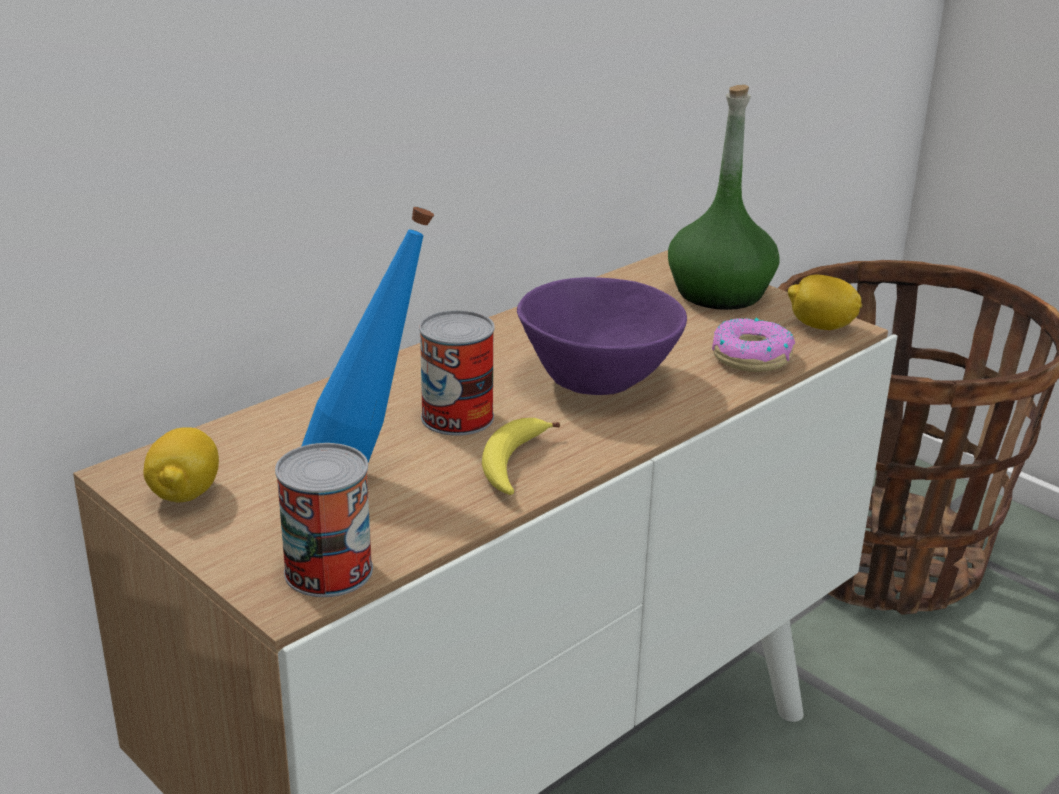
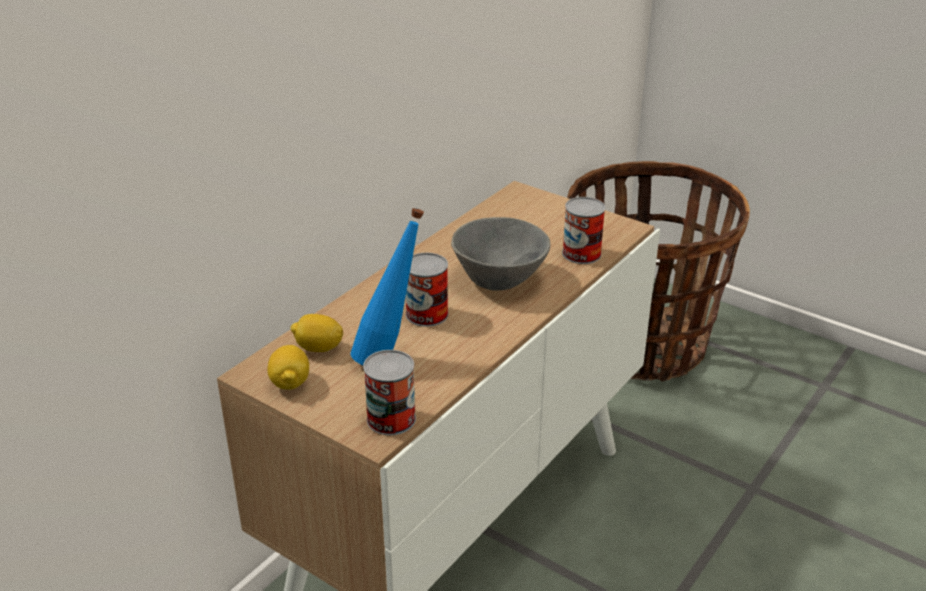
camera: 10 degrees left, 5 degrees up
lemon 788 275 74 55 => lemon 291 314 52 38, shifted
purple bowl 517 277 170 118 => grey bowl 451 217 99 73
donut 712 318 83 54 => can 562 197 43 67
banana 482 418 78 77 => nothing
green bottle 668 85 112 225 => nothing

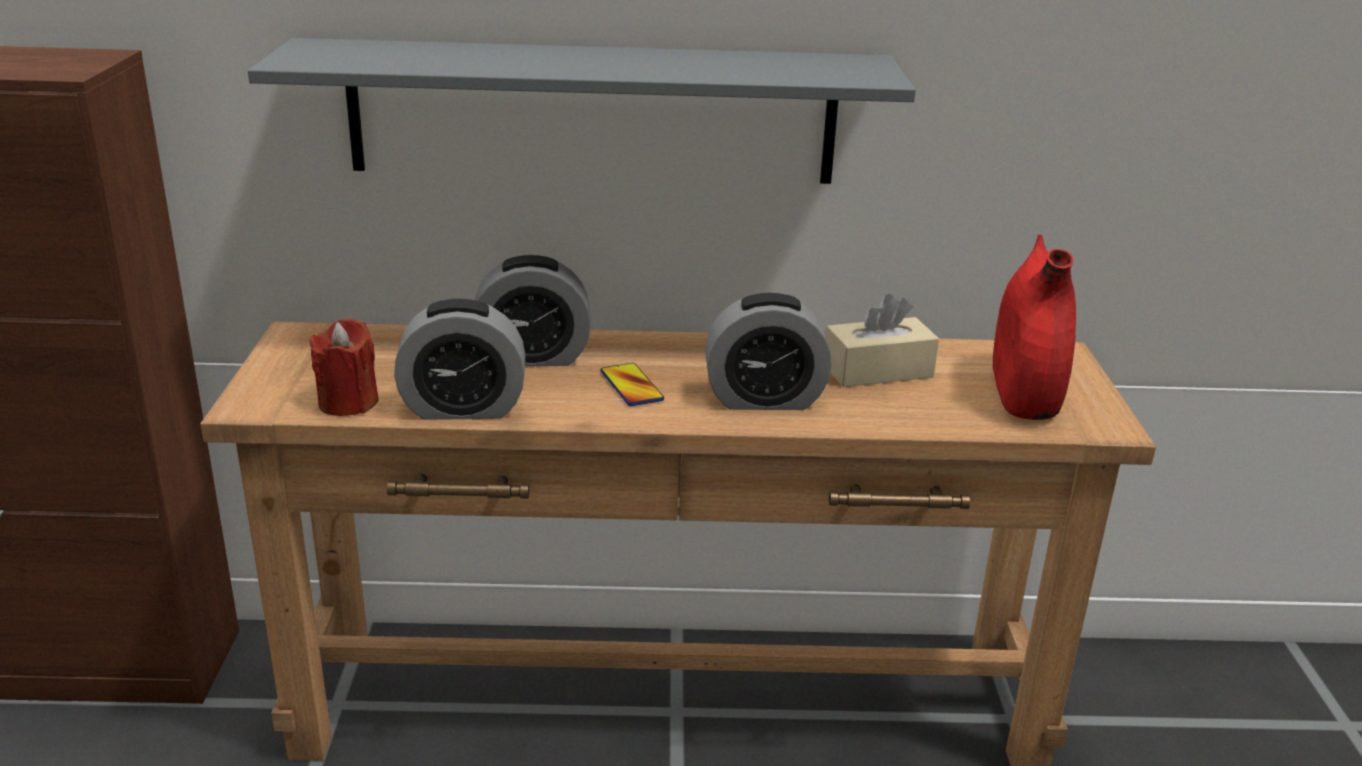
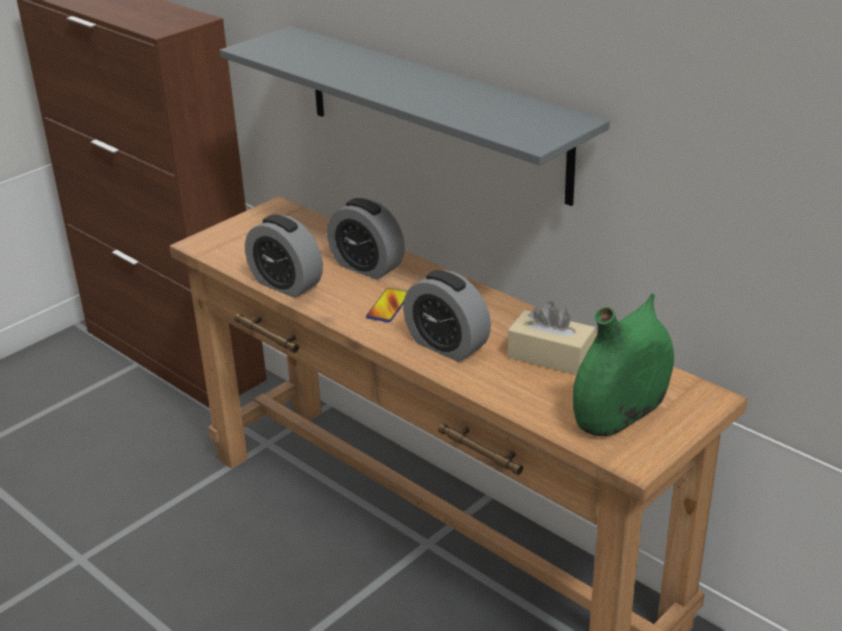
camera: 45 degrees right, 5 degrees up
red vase 993 235 83 185 => green vase 573 293 101 144
red candle 309 318 70 98 => nothing

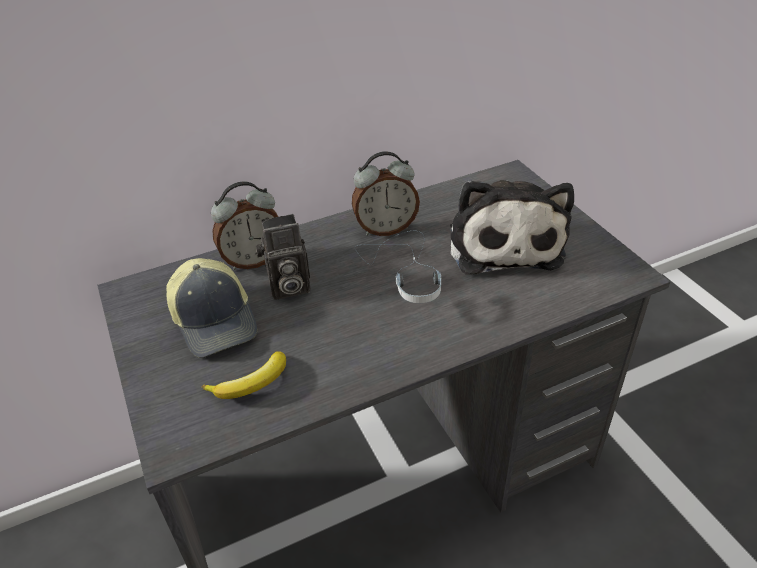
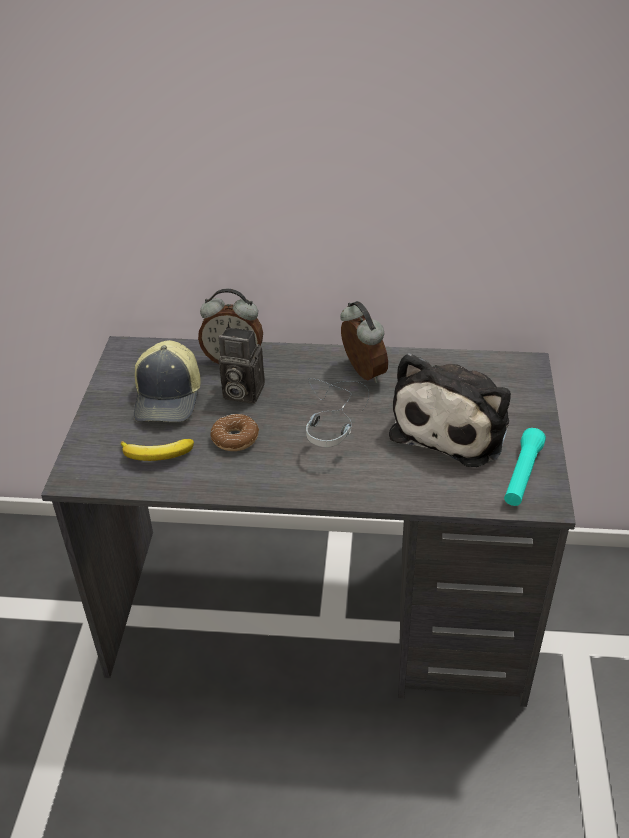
camera: 30 degrees right, 0 degrees up
nothing => donut 211 414 48 37
alarm clock 352 151 68 85 => alarm clock 340 301 48 82, 135 degrees counterclockwise
nothing => turquoise flashlight 504 428 42 78

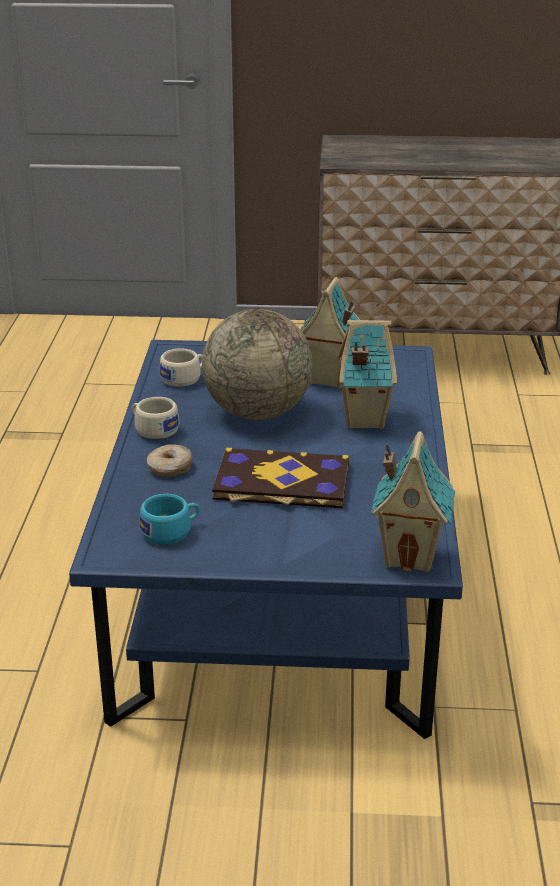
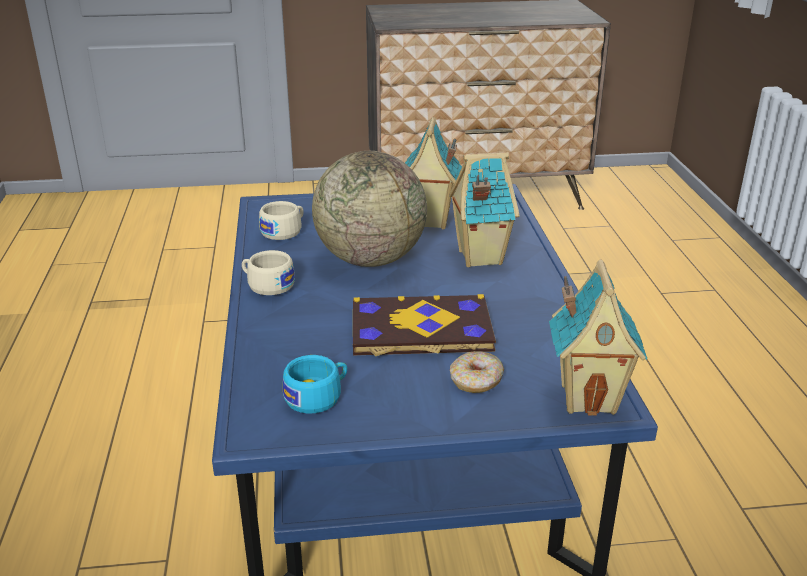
camera: 10 degrees left, 0 degrees up
donut 147 444 46 33 => donut 450 351 54 42, shifted

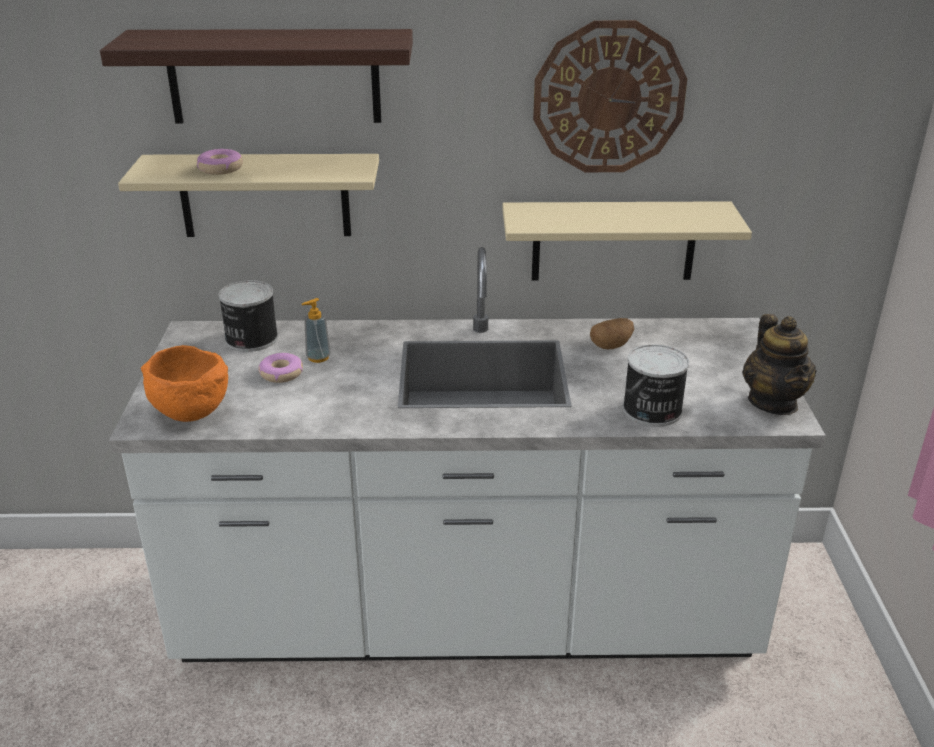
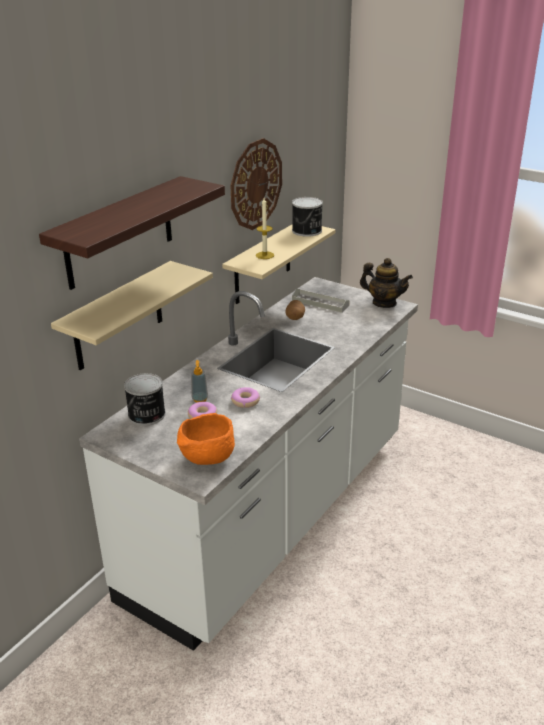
camera: 55 degrees left, 0 degrees up
donut 197 149 46 26 => donut 231 387 29 21, shifted
nothing => candle 256 198 18 61
can 623 344 66 83 => can 292 197 31 40, shifted
nothing => grey tray 292 289 58 24

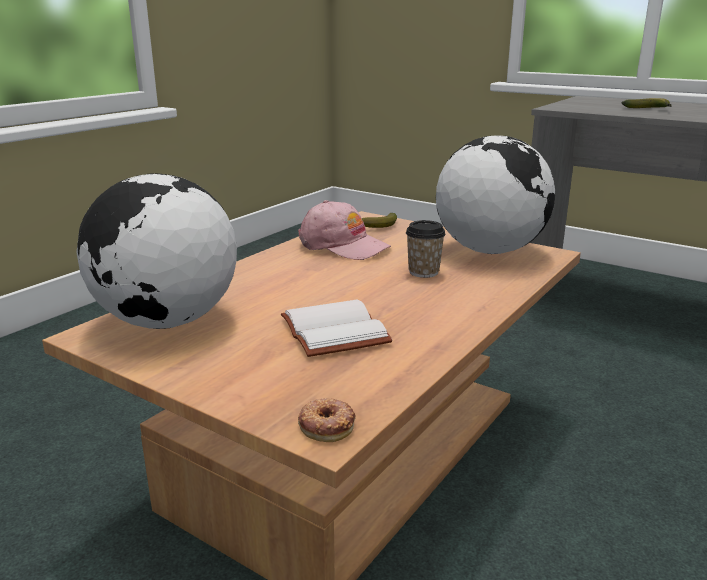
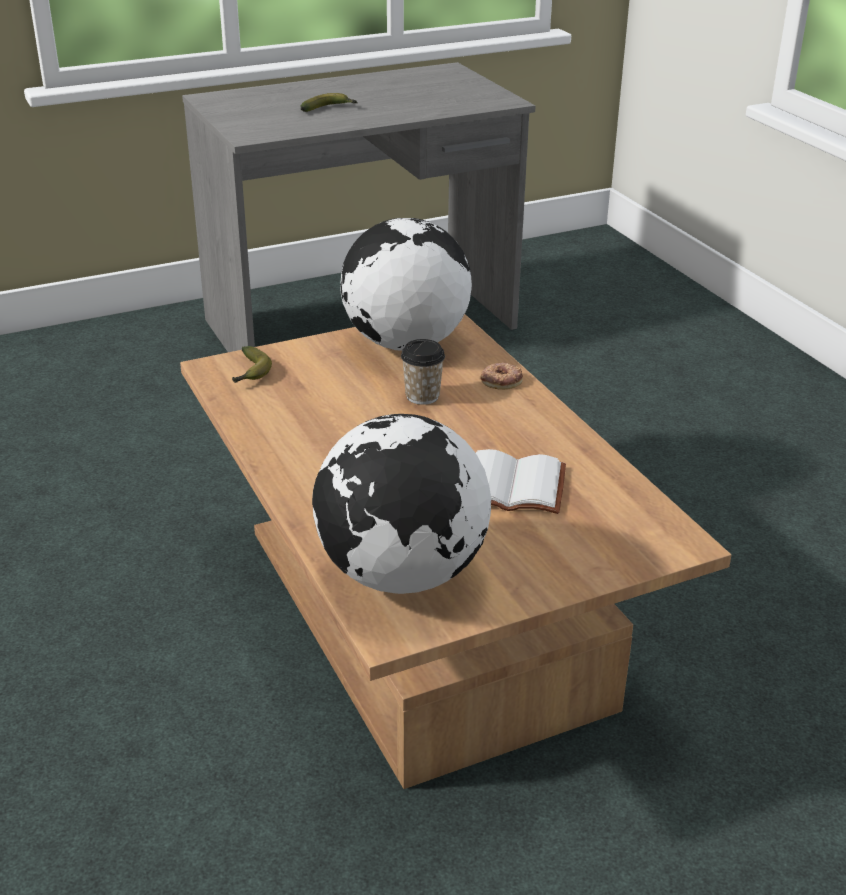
camera: 60 degrees left, 10 degrees up
donut 298 398 58 44 => donut 481 362 42 28, shifted
pink cap 298 200 93 60 => nothing

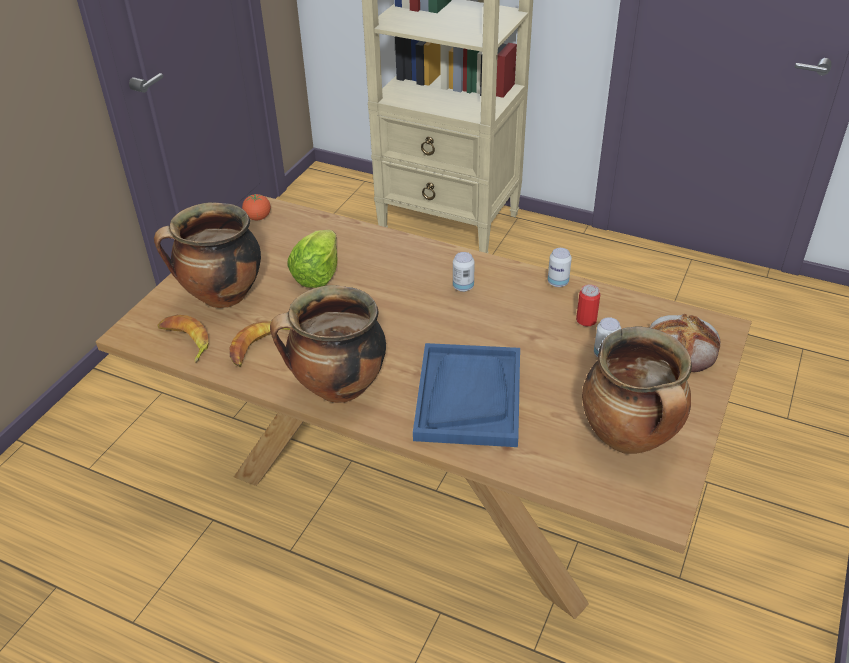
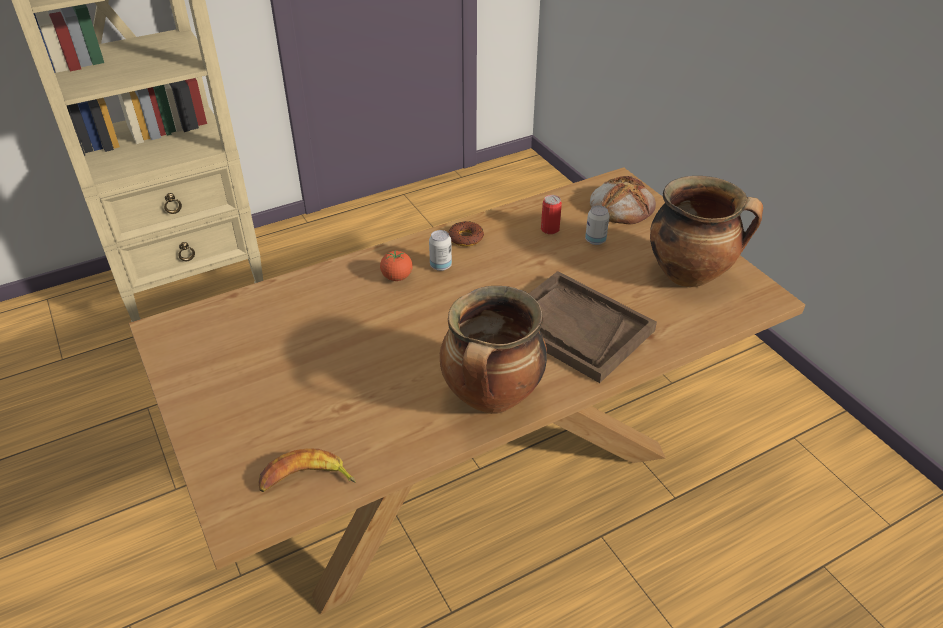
camera: 55 degrees left, 0 degrees up
tomato 242 194 29 26 => tomato 380 250 33 31, shifted
nothing => donut 448 221 36 25
blue tray 413 343 107 104 => brown tray 529 271 128 112
cooking pot 154 202 107 106 => nothing
banana 230 321 60 46 => nothing
lettuce 287 230 50 58 => nothing
can 548 248 24 39 => nothing

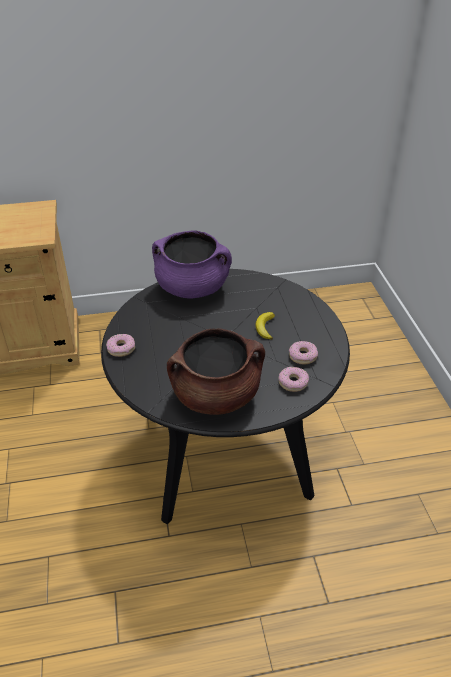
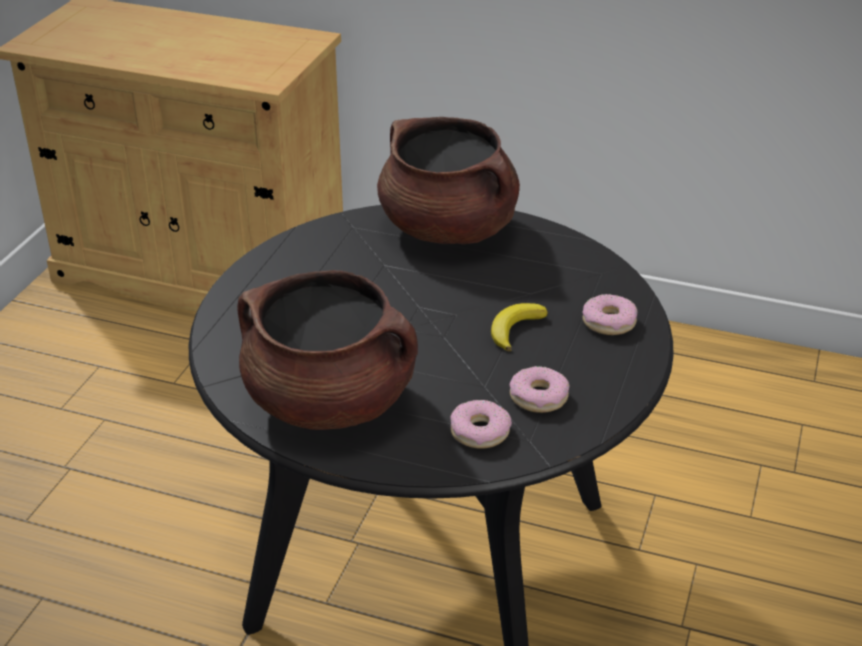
camera: 30 degrees right, 5 degrees down
purple cooking pot 152 230 80 69 => brown cooking pot 377 117 143 127
donut 106 334 29 23 => donut 582 294 55 41, shifted

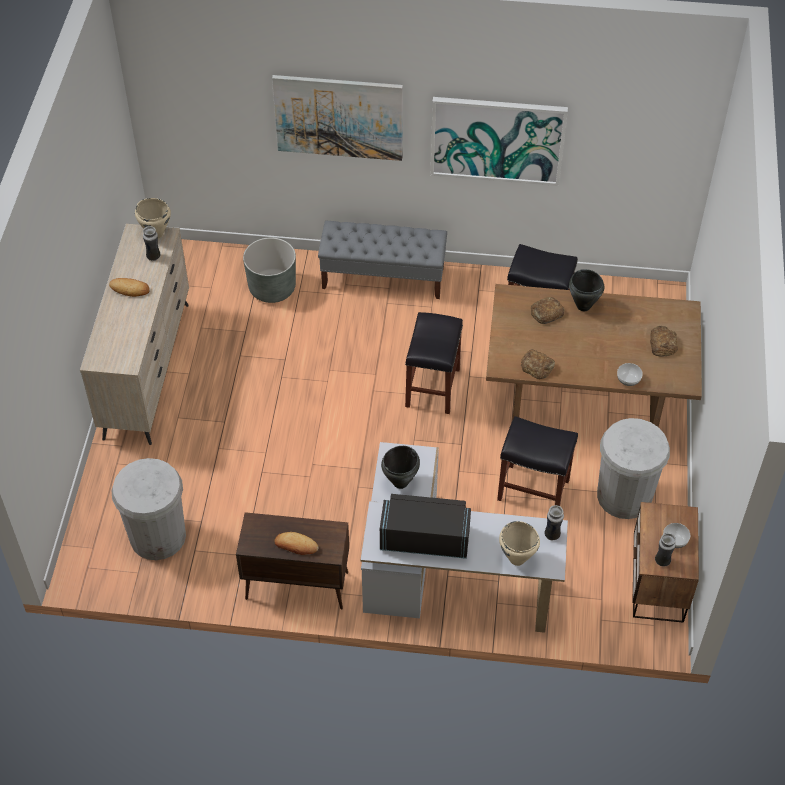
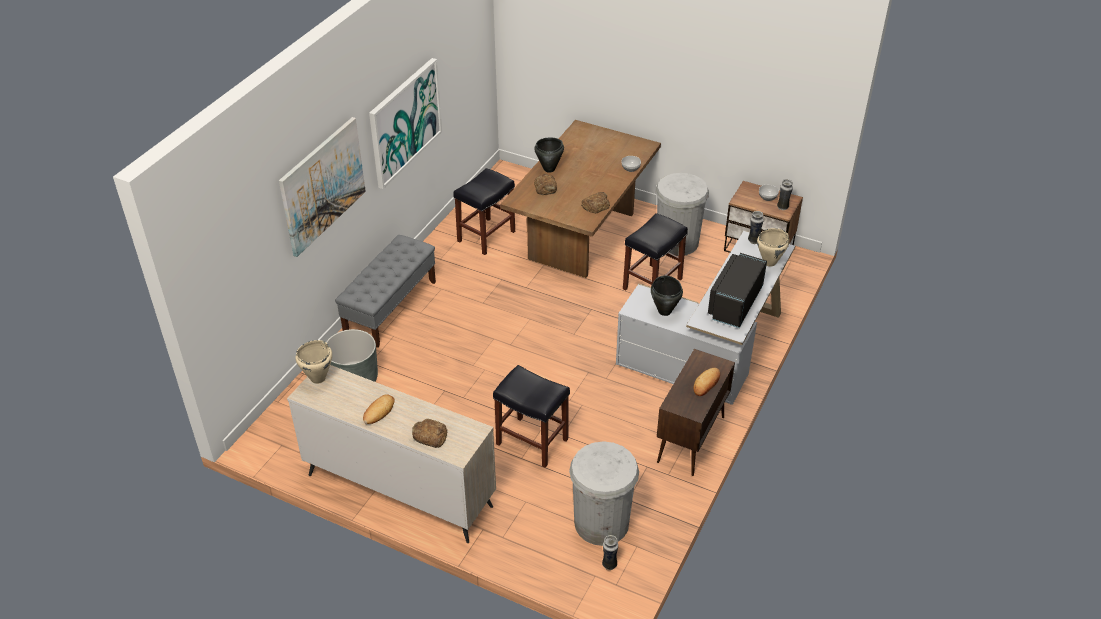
camera: 70 degrees left, 10 degrees down
bread 650 326 28 31 => bread 412 419 36 29, shifted
black stool 405 312 58 102 => black stool 493 365 77 103, shifted
vase 143 226 18 35 => vase 602 535 16 35, shifted

